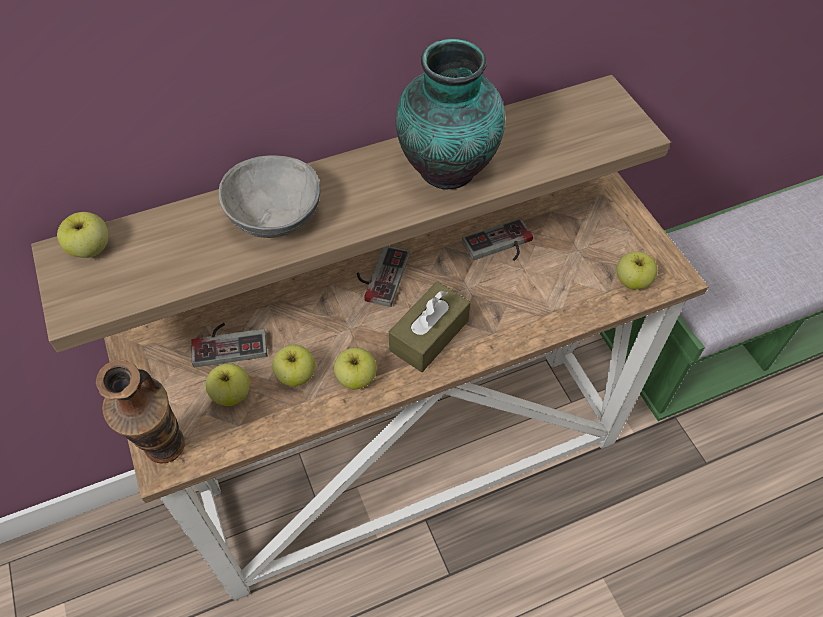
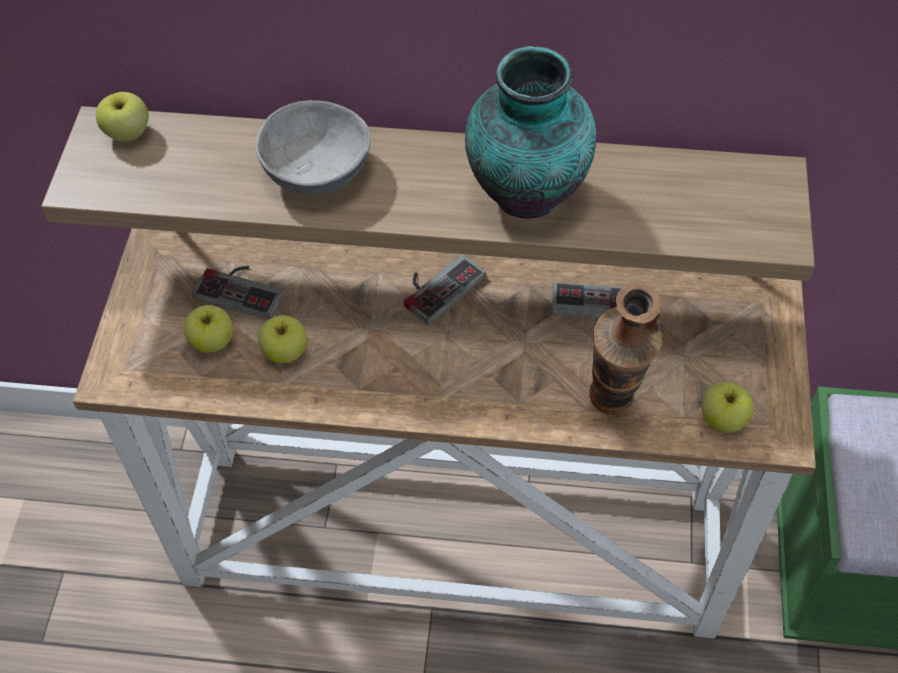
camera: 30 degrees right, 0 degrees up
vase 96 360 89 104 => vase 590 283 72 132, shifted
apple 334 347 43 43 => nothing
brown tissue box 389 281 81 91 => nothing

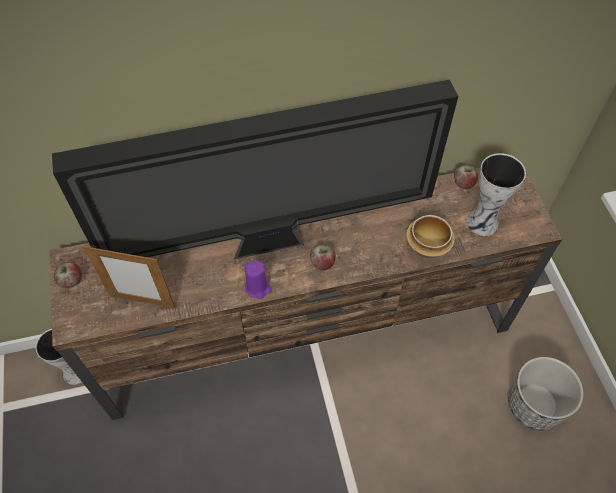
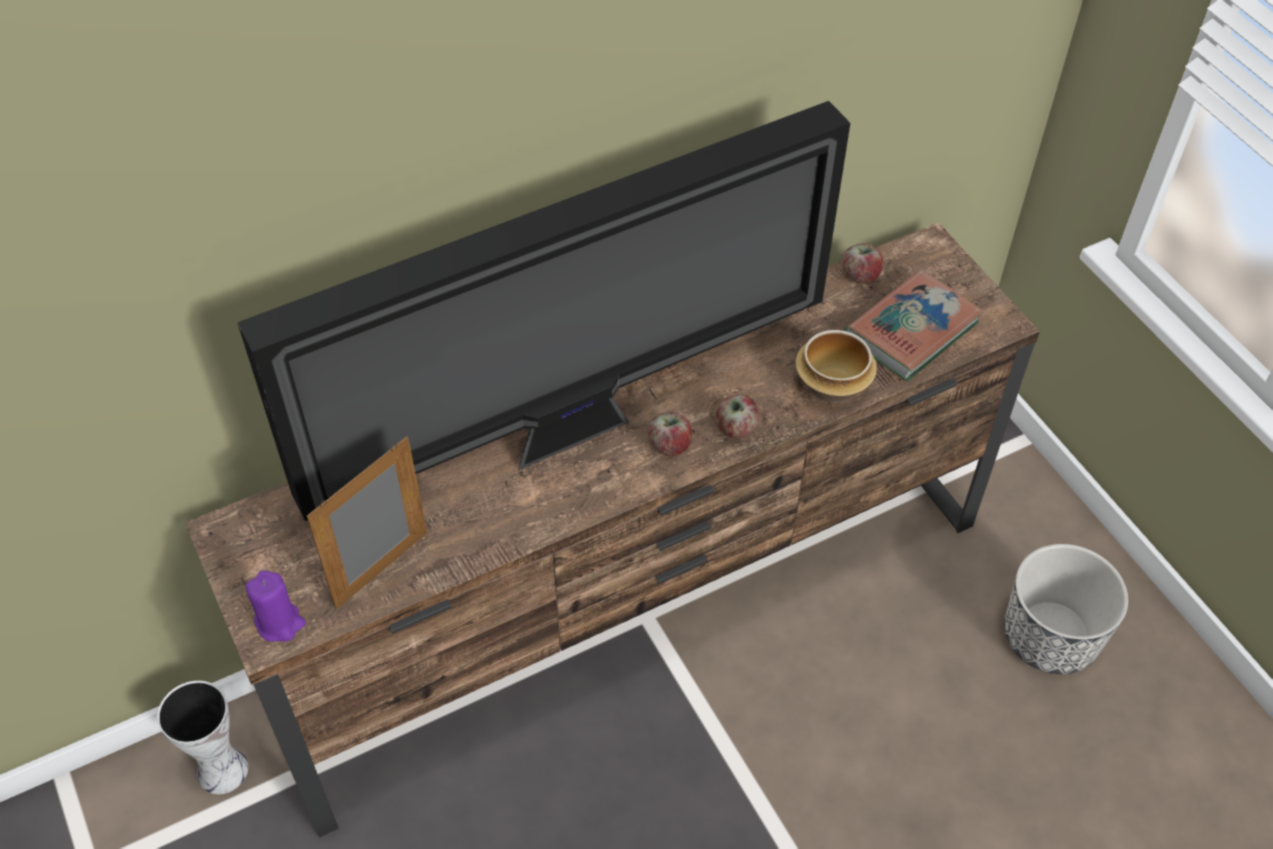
camera: 15 degrees left, 5 degrees down
purple candle 244 259 28 40 => purple candle 245 571 61 71, shifted
picture frame 83 246 92 62 => picture frame 307 436 120 174, 135 degrees clockwise
apple 54 262 28 26 => apple 716 395 43 44, shifted
vase 467 153 59 83 => book 843 269 141 112

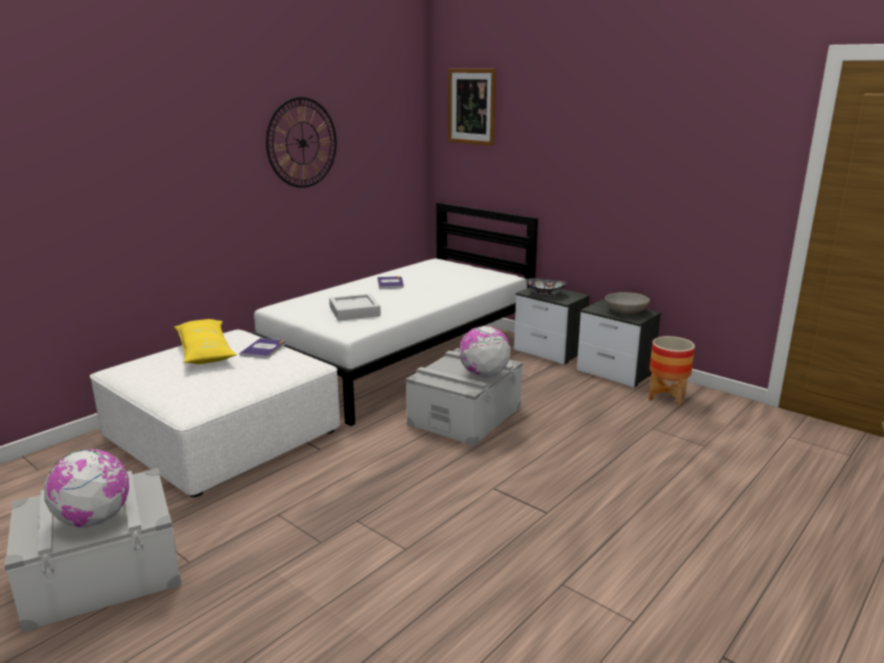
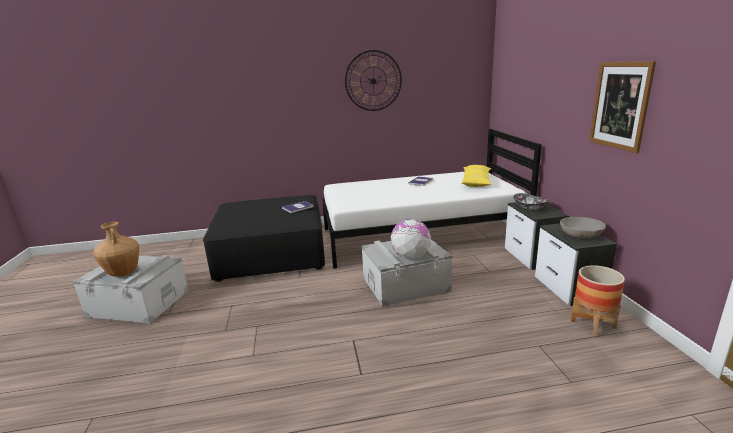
camera: 40 degrees right, 0 degrees up
globe 44 449 85 79 => brown vase 93 222 46 55
white ottoman 90 330 250 167 => black ottoman 203 195 122 87
yellow pillow 174 319 63 45 => yellow pillow 461 165 30 22, shifted
picture 448 69 48 77 => picture 589 61 67 92, shifted
grey tray 329 294 52 26 => nothing

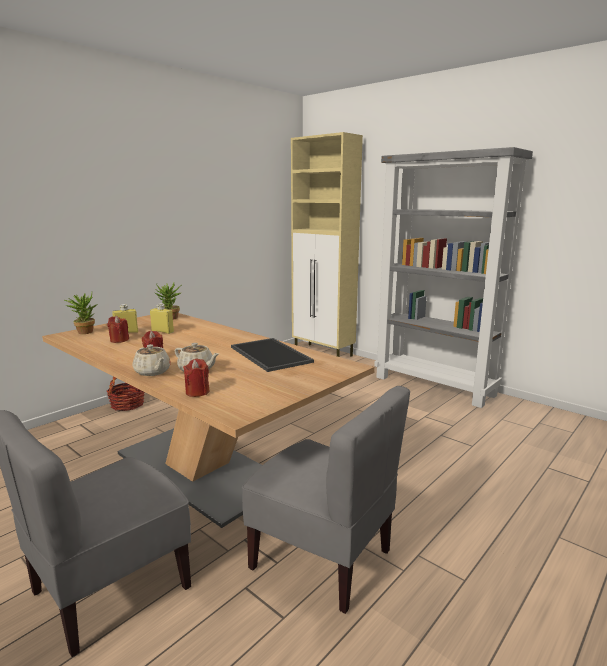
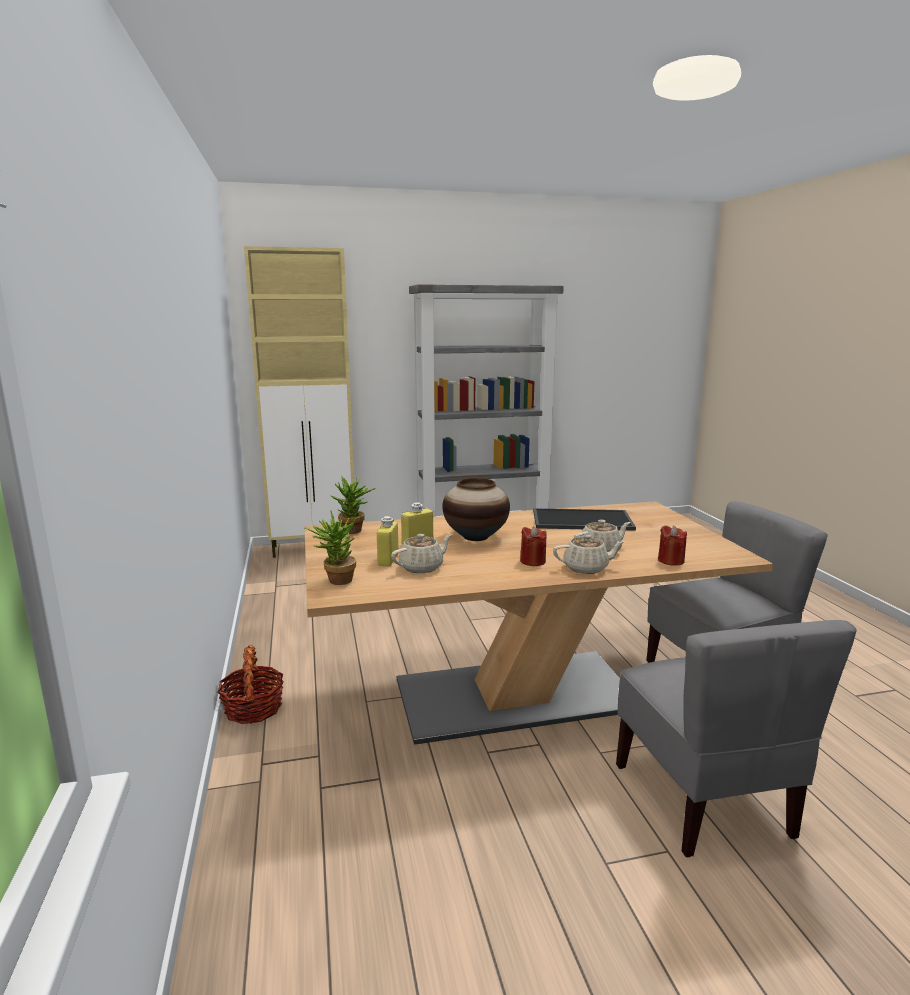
camera: 55 degrees left, 0 degrees up
red candle 108 316 21 27 => beige teapot 391 534 61 39
nothing => vase 442 478 68 63

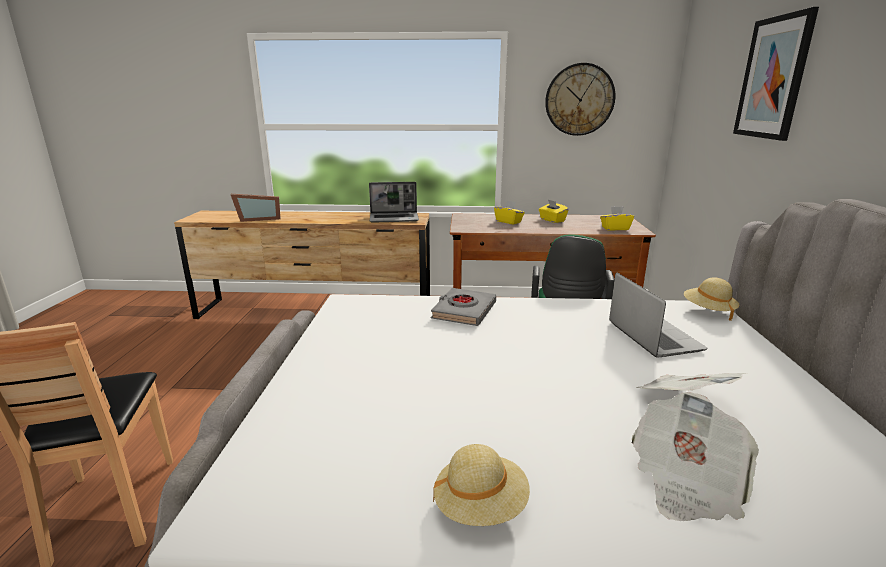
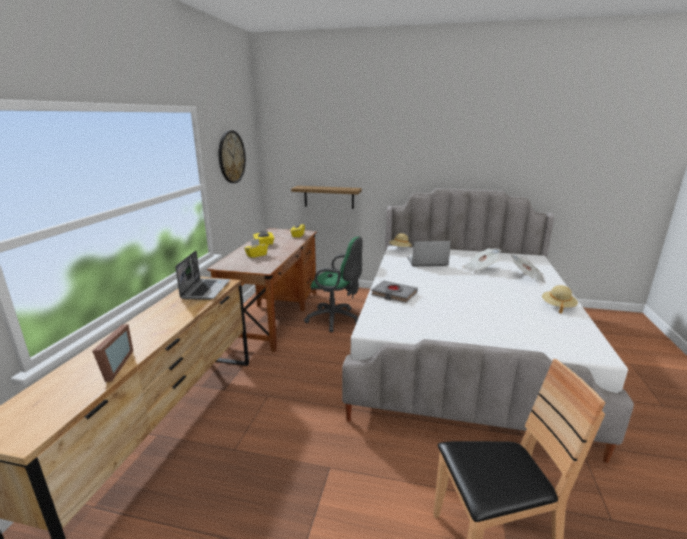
camera: 80 degrees left, 0 degrees up
nothing => shelf 291 186 71 23
picture 733 7 86 134 => nothing

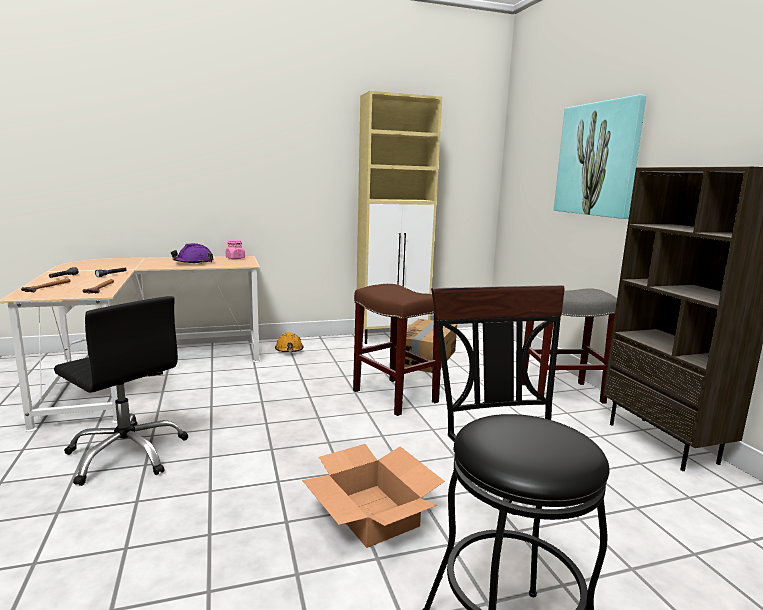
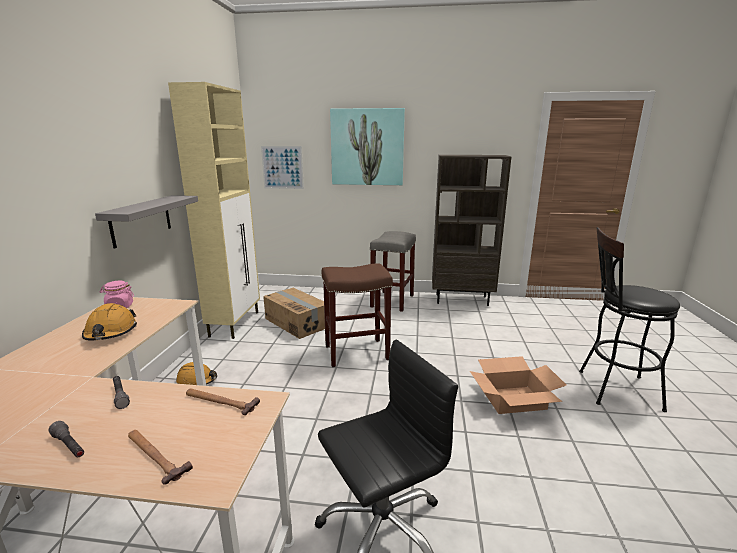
camera: 65 degrees left, 5 degrees up
purple hard hat 171 243 43 21 => orange hard hat 82 303 55 37
nothing => grey shelf 95 195 103 53
nothing => picture 261 146 43 43

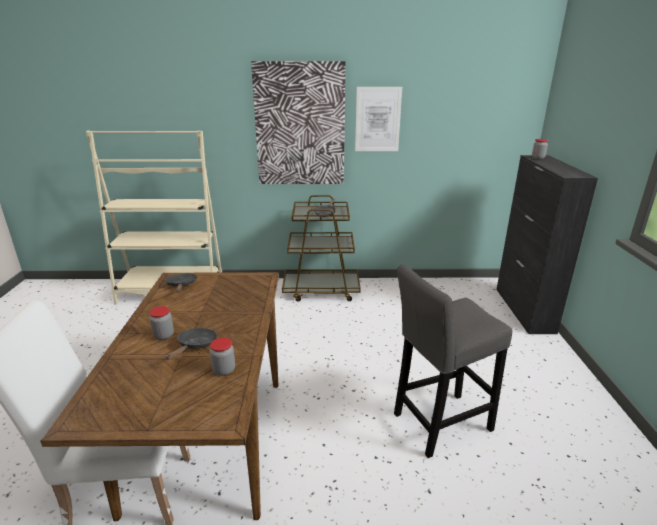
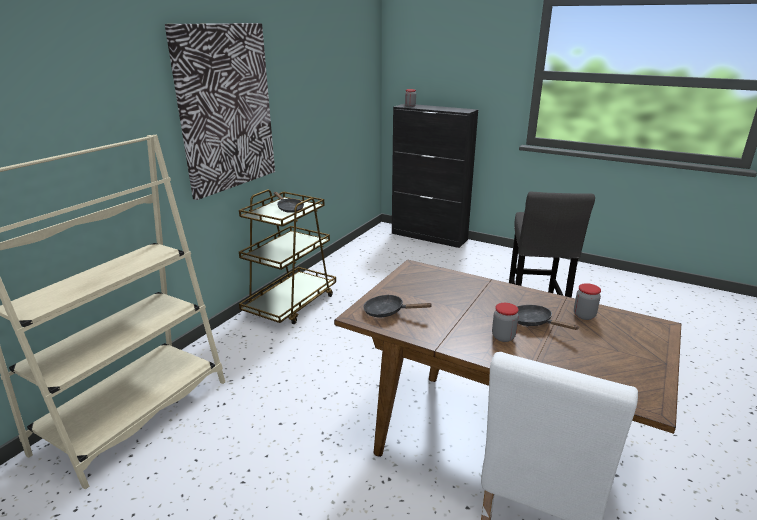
camera: 60 degrees left, 0 degrees up
picture 355 87 47 64 => nothing

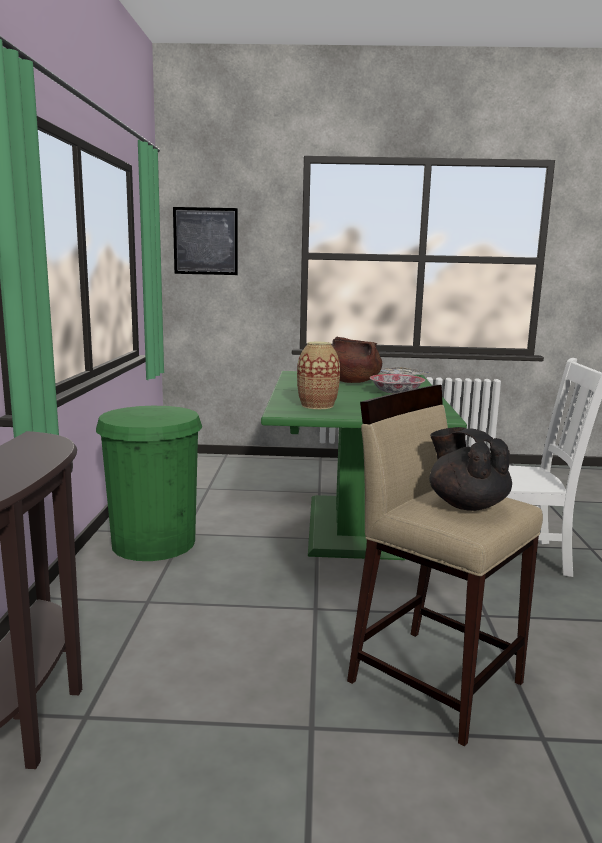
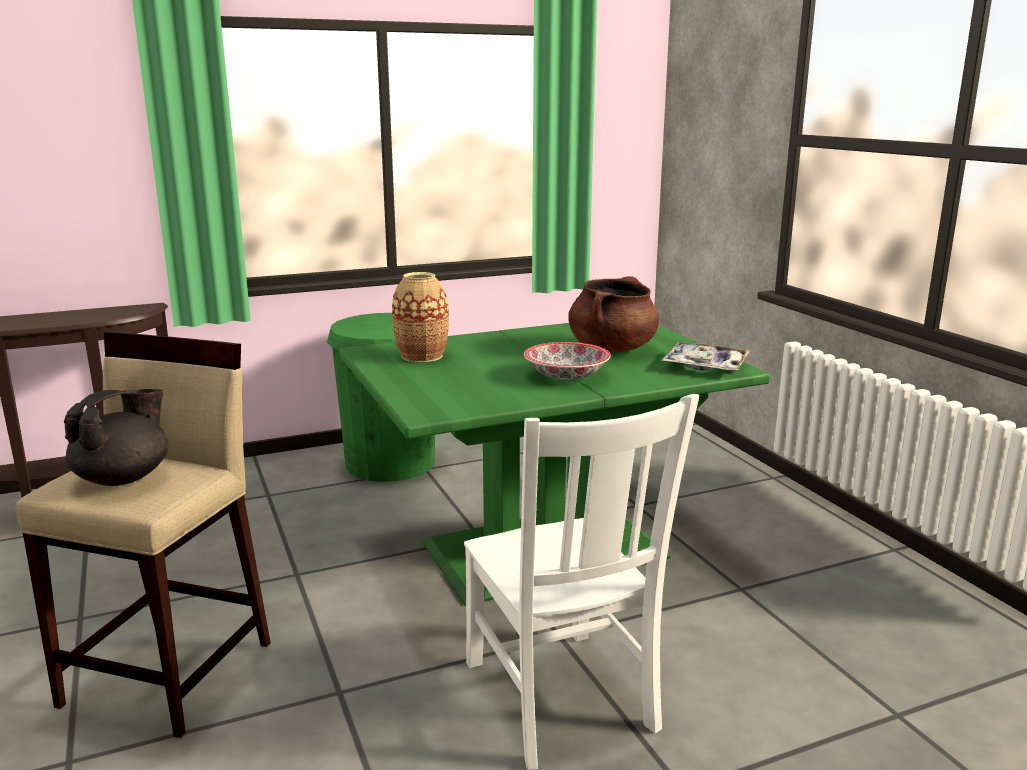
camera: 65 degrees right, 5 degrees up
picture 173 207 65 68 => nothing

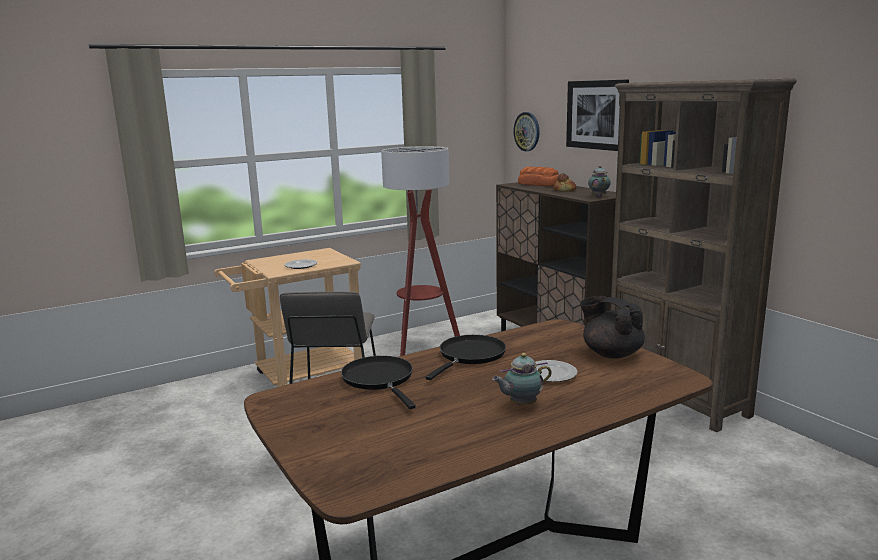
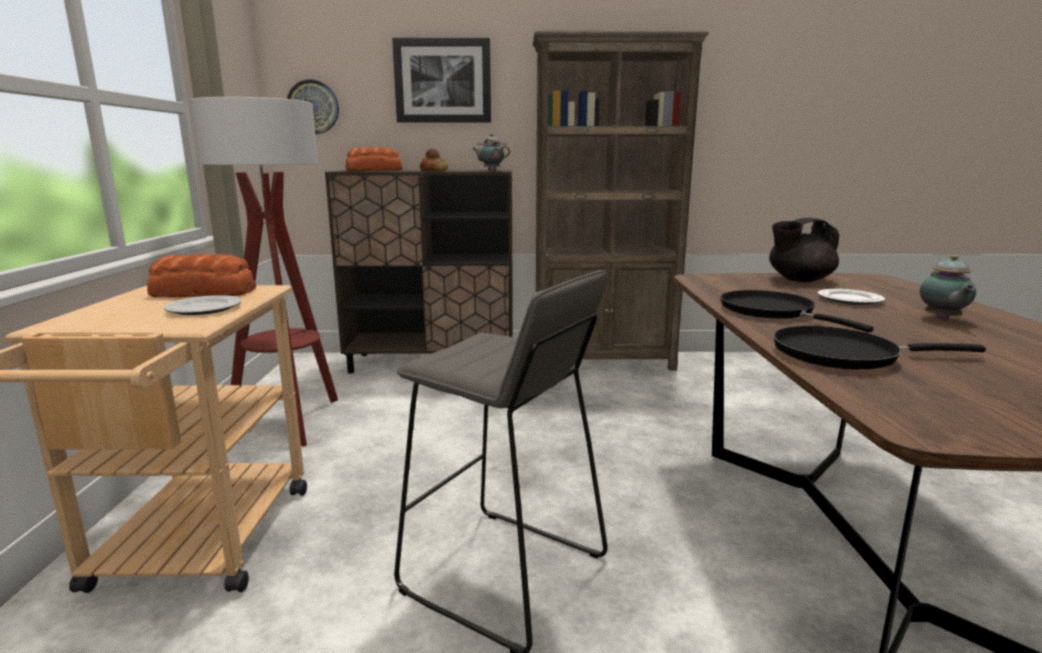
camera: 60 degrees left, 0 degrees up
nothing => bread 147 254 109 43

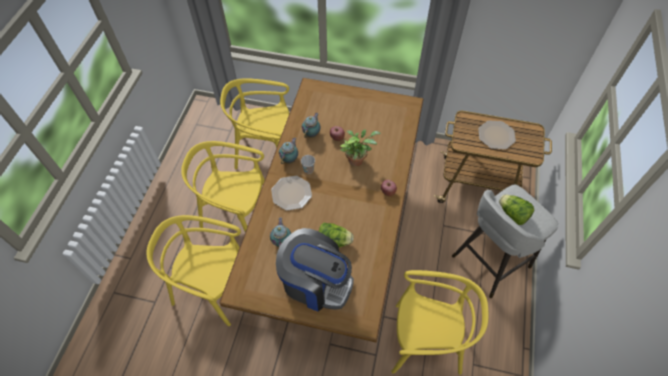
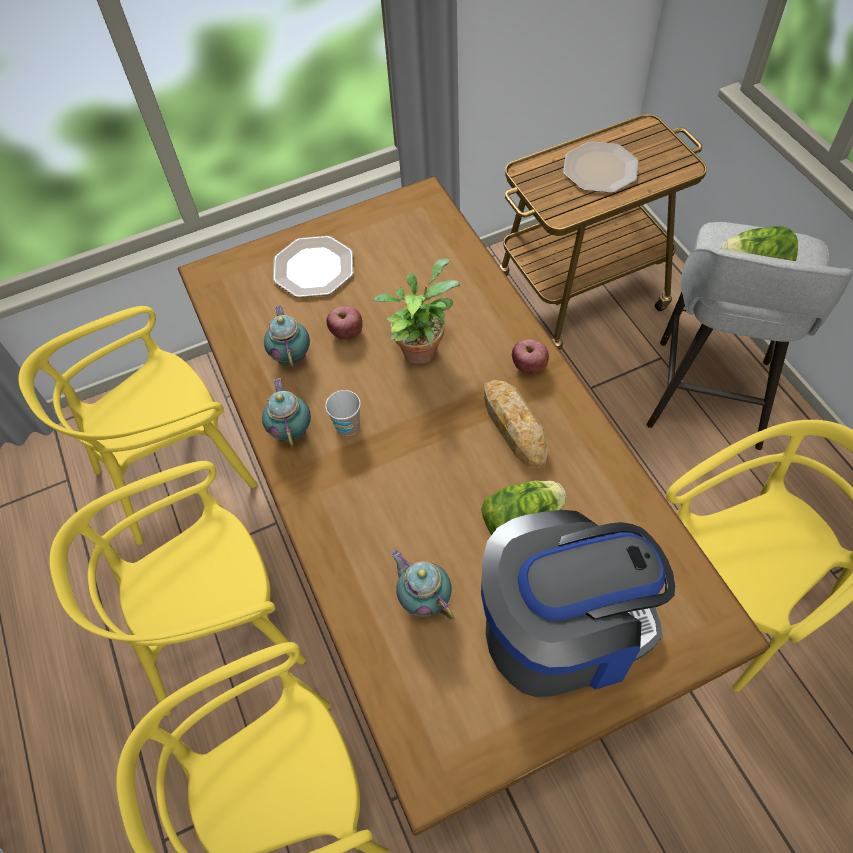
camera: 35 degrees left, 0 degrees up
plate 271 176 41 35 => plate 273 236 81 62, shifted
nothing => bread 484 380 64 89

